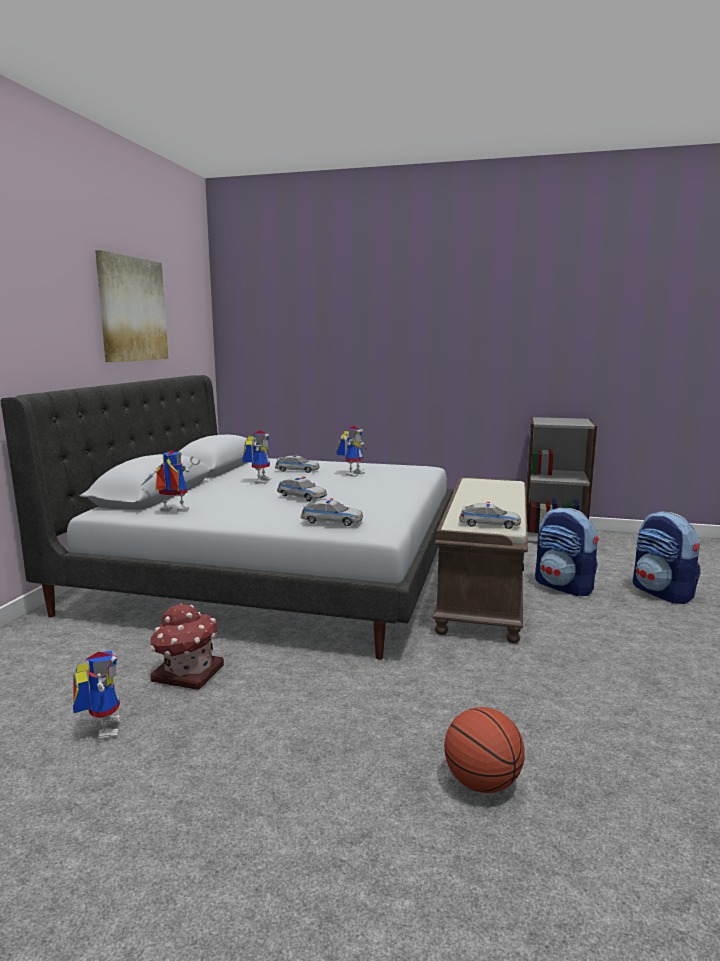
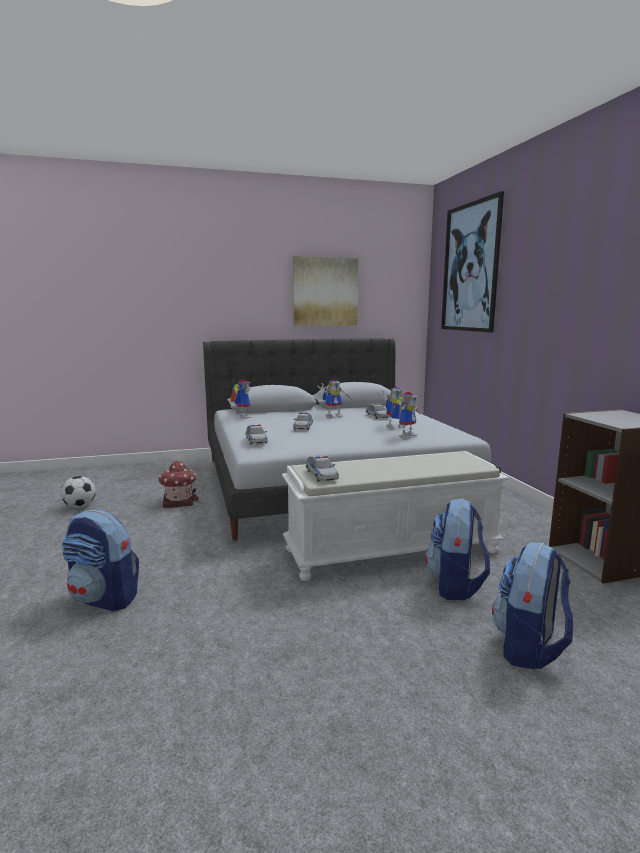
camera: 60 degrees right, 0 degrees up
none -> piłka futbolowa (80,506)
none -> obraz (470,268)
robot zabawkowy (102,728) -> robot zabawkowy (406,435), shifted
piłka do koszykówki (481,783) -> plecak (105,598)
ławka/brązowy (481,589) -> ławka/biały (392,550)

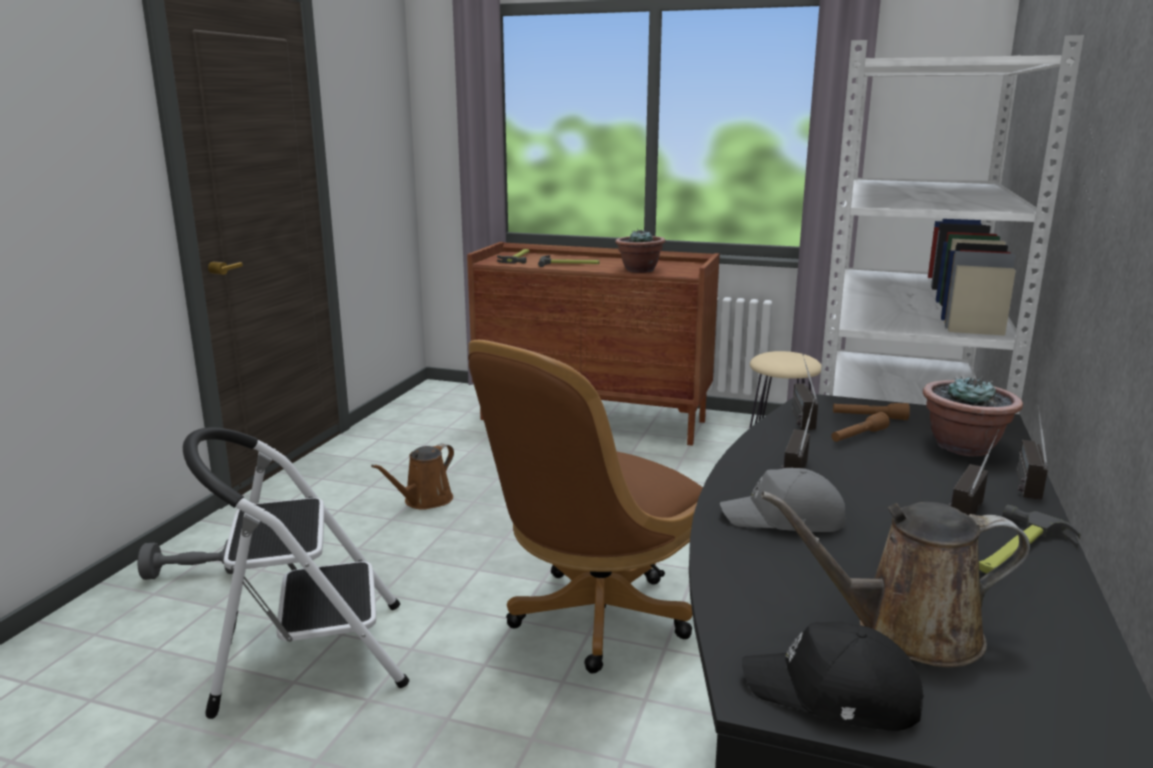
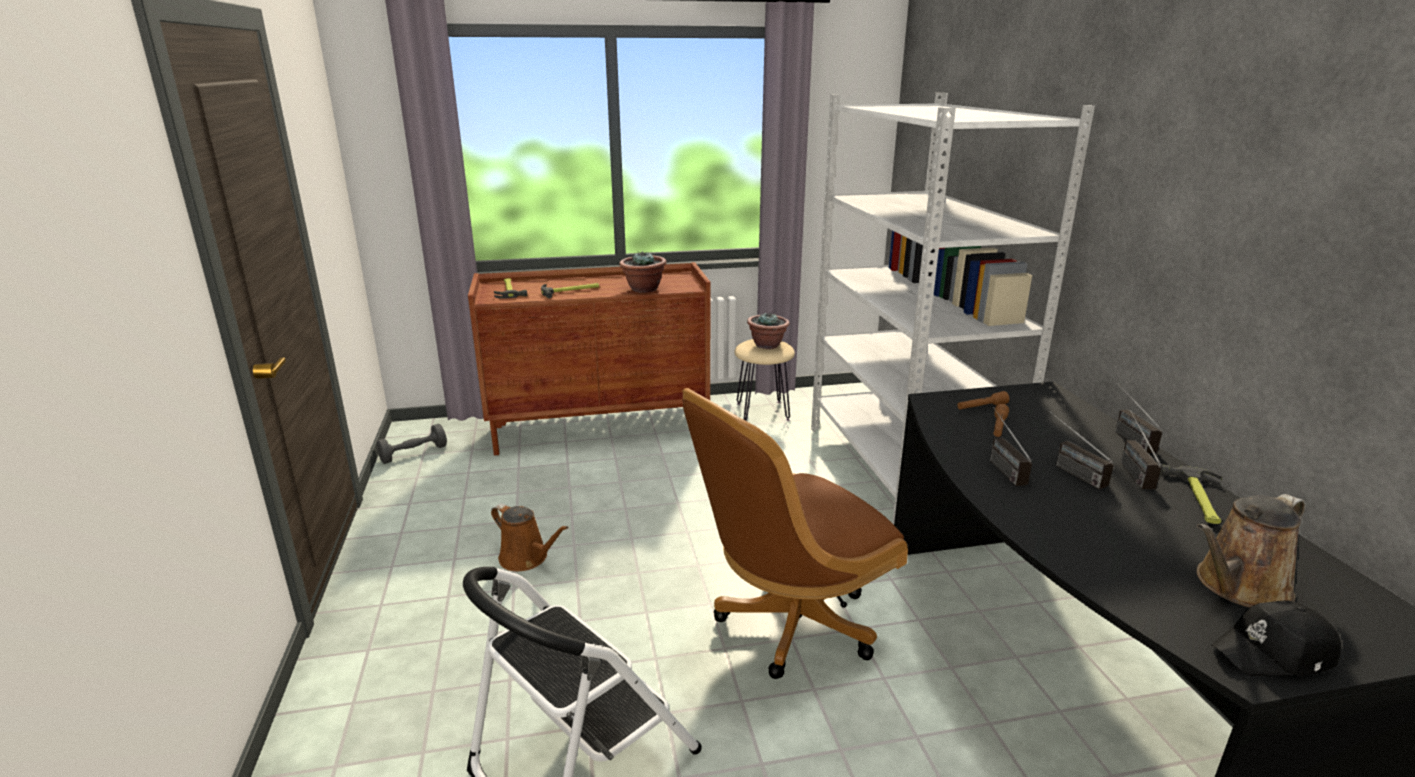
camera: 30 degrees left, 5 degrees up
czapka z daszkiem/szary (785,519) -> none
hantel/szary (194,574) -> hantel/szary (413,454), shifted
radio (799,414) -> radio (1068,470), shifted
roślina doniczkowa (964,447) -> roślina doniczkowa (767,345), shifted
konewka/brązowy (424,501) -> konewka/brązowy (527,558), 60 degrees counterclockwise
krzesło biurowe/brązowy (589,625) -> krzesło biurowe/brązowy (785,630), 45 degrees clockwise

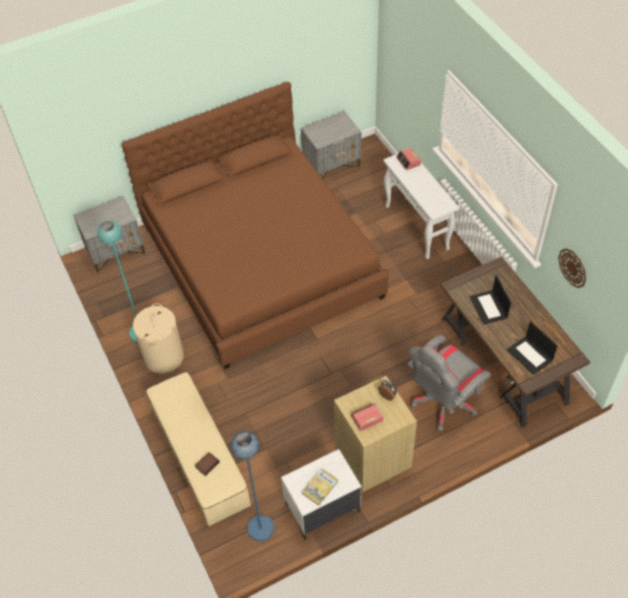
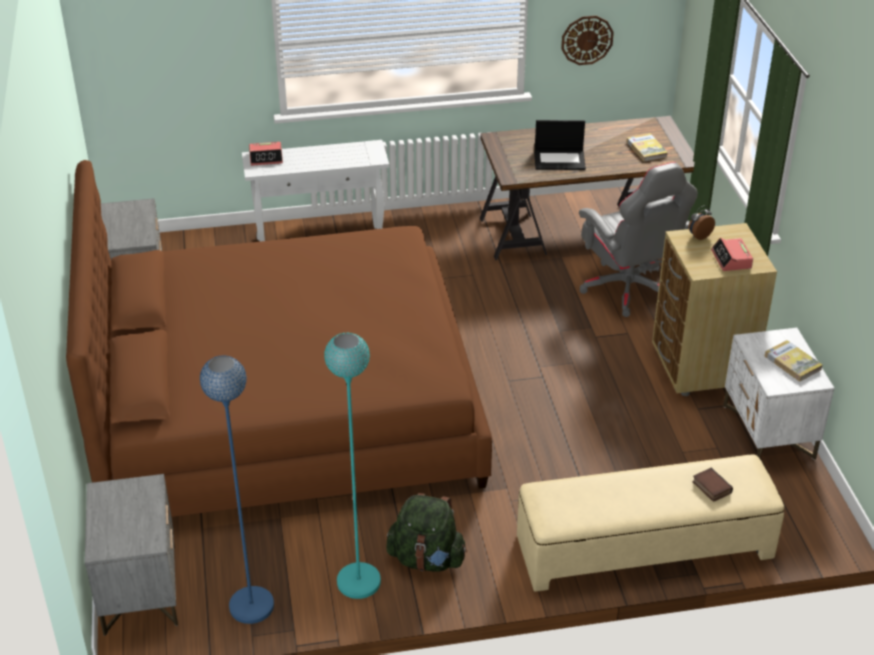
camera: 75 degrees left, 15 degrees down
lampa stojąca/niebieski (260,528) -> lampa stojąca/niebieski (251,606), shifted
kosz na pranie/beżowy (164,357) -> plecak/zielony (427,559)
laptop (530,355) -> książka (646,149)

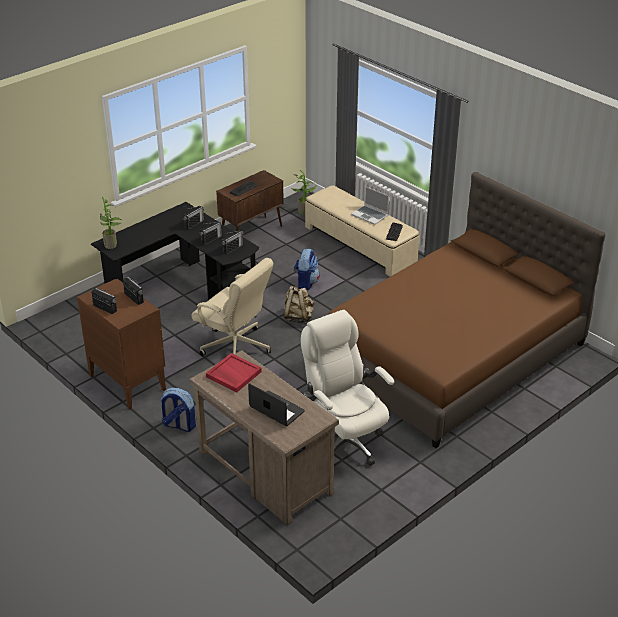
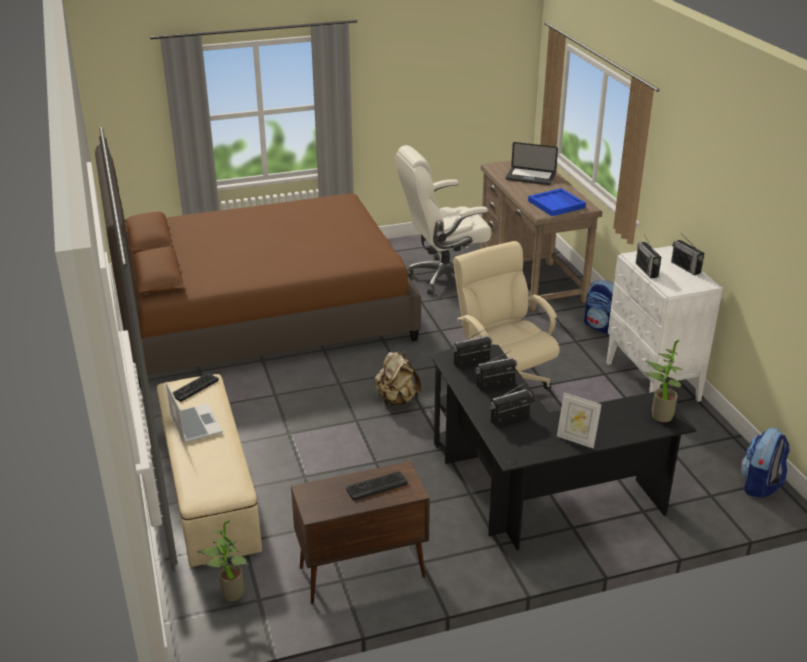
camera: 155 degrees left, 5 degrees down
none -> ramka na zdjęcie (576,440)
plecak (306,283) -> plecak (760,485), shifted
komoda/brązowy (128,381) -> komoda/biały (651,382)
taca/czerwony (233,374) -> taca/niebieski (557,204)
laptop (276,409) -> laptop (530,177), 45 degrees counterclockwise
krzesło biurowe/biały (344,443) -> krzesło biurowe/biały (443,277), 75 degrees clockwise

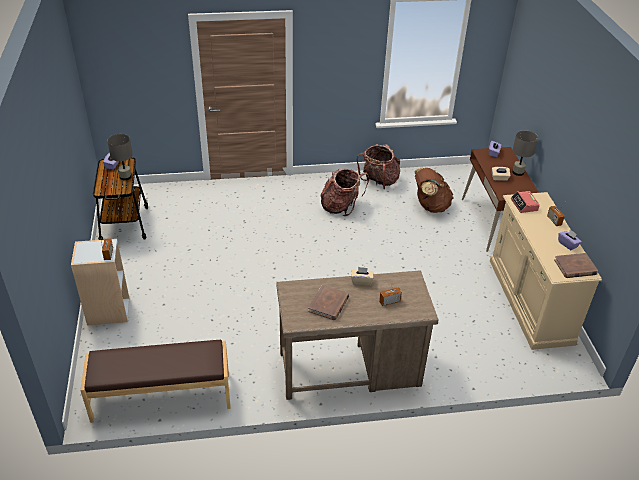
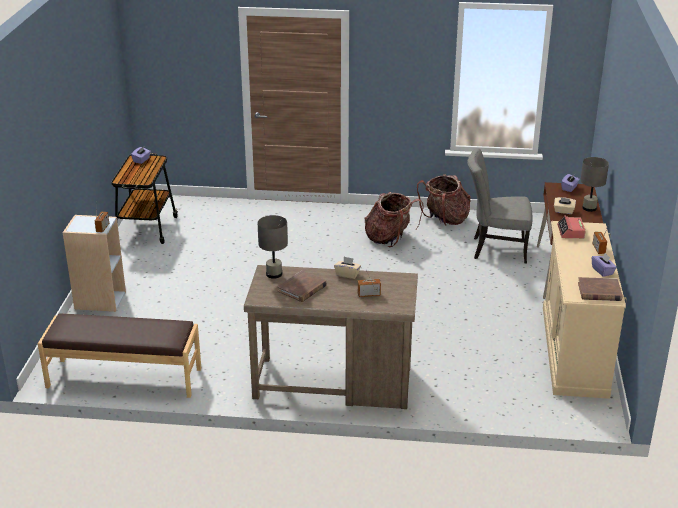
camera: 15 degrees right, 10 degrees down
lampa stołowa/szary (125,177) -> lampa stołowa/szary (273,274), shifted
plecak/brązowy (430,206) -> krzesło/szary (495,249)

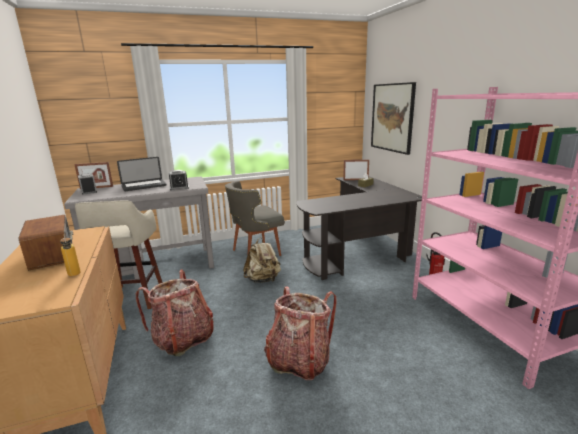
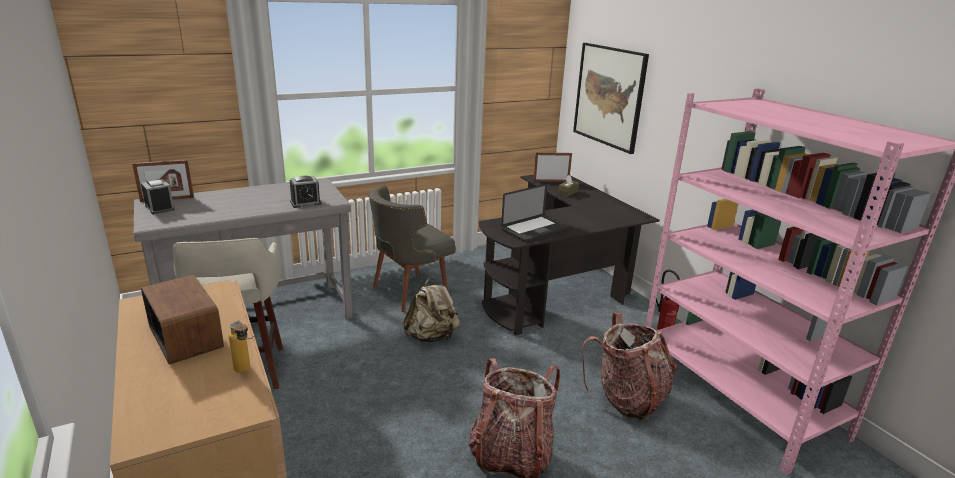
camera: 10 degrees left, 5 degrees up
laptop (144,186) -> laptop (534,230), shifted
plecak (182,339) -> plecak (627,399), shifted

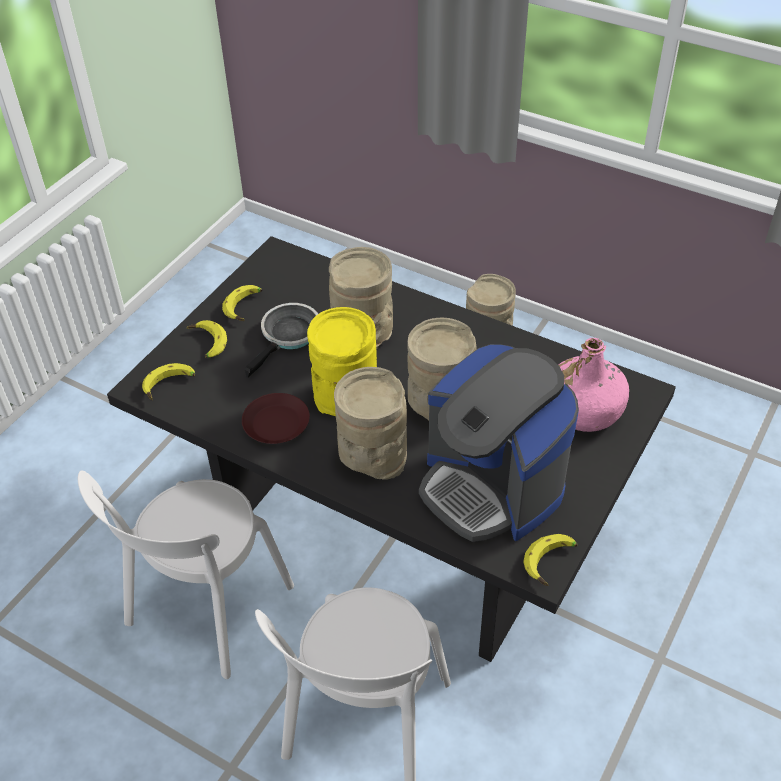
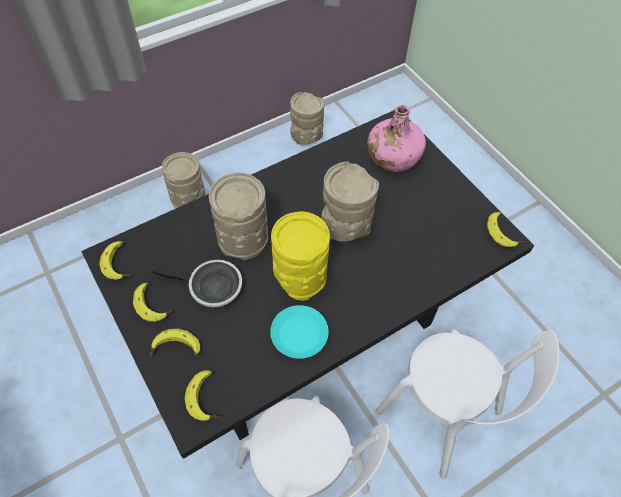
camera: 65 degrees left, 10 degrees up
ekspres do kawy (491,487) -> none
none -> banan (120,263)
wazon/beżowy (372,458) -> wazon/beżowy (306,137), shifted
talerz/brązowy (277,423) -> talerz/turkusowy (299,333)
patelnia (289,336) -> patelnia (211,287), 135 degrees clockwise

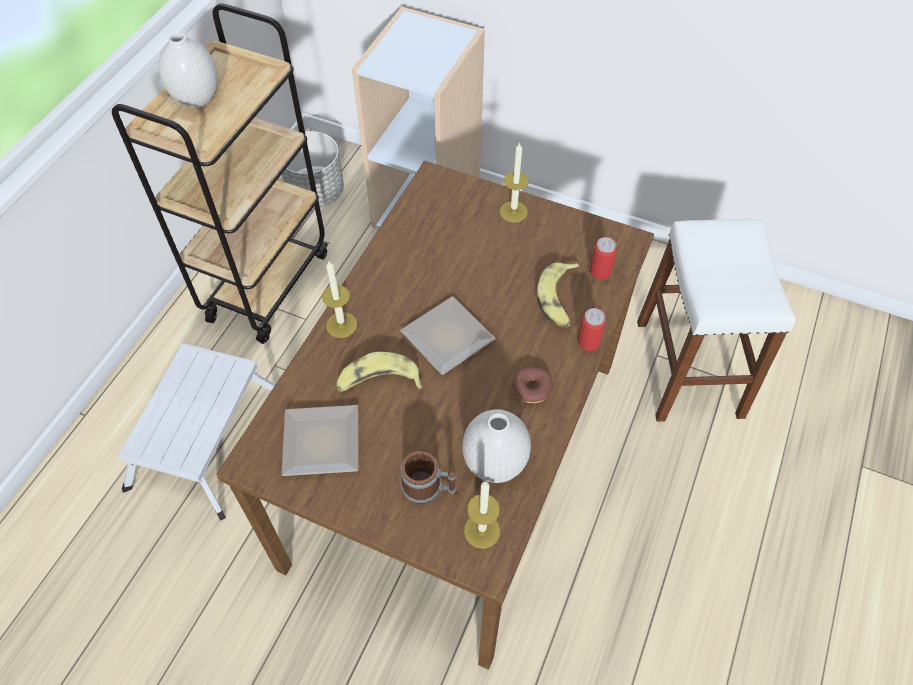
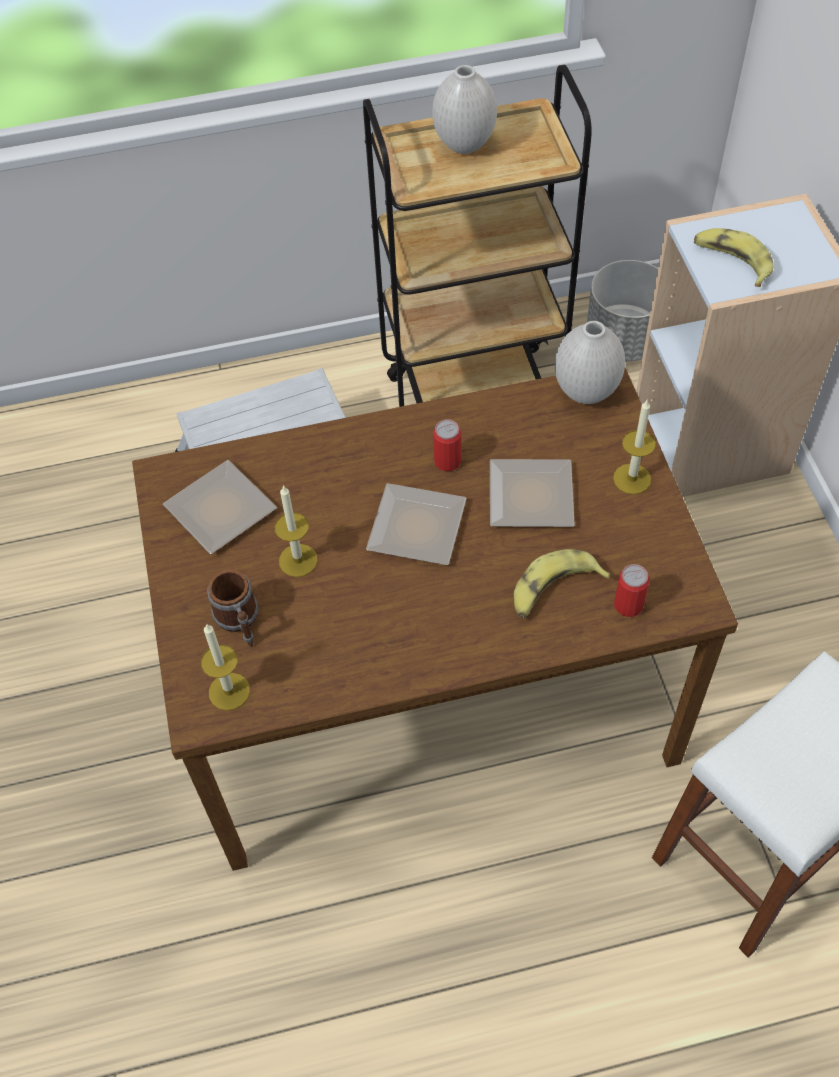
camera: 55 degrees right, 0 degrees up
donut (531,389) -> none
none -> talerz (533,499)
świeca (341,325) -> świeca (298,560), shifted
banan (378,381) -> banan (732,261), shifted
wazon/biały (494,464) -> wazon/biały (586,392), shifted
puszka (589,342) -> puszka (447,461), shifted

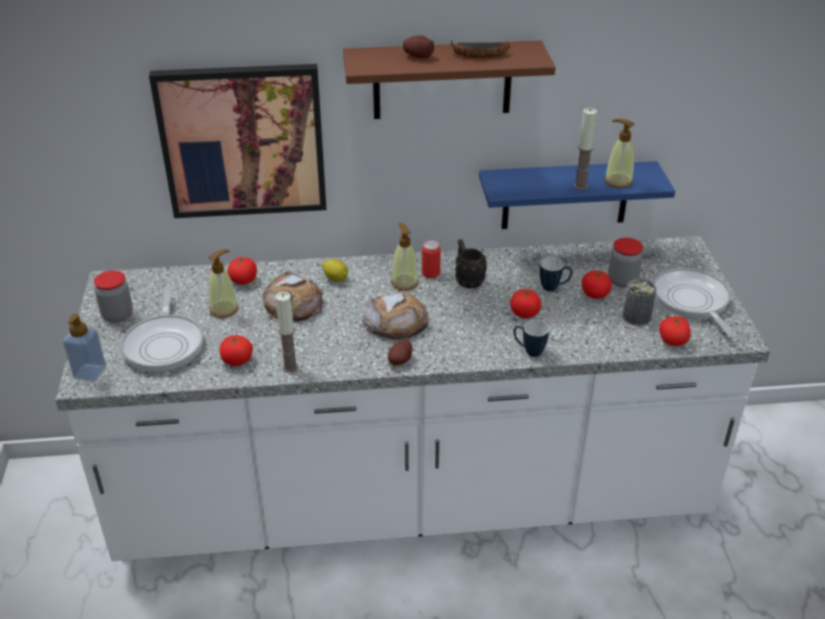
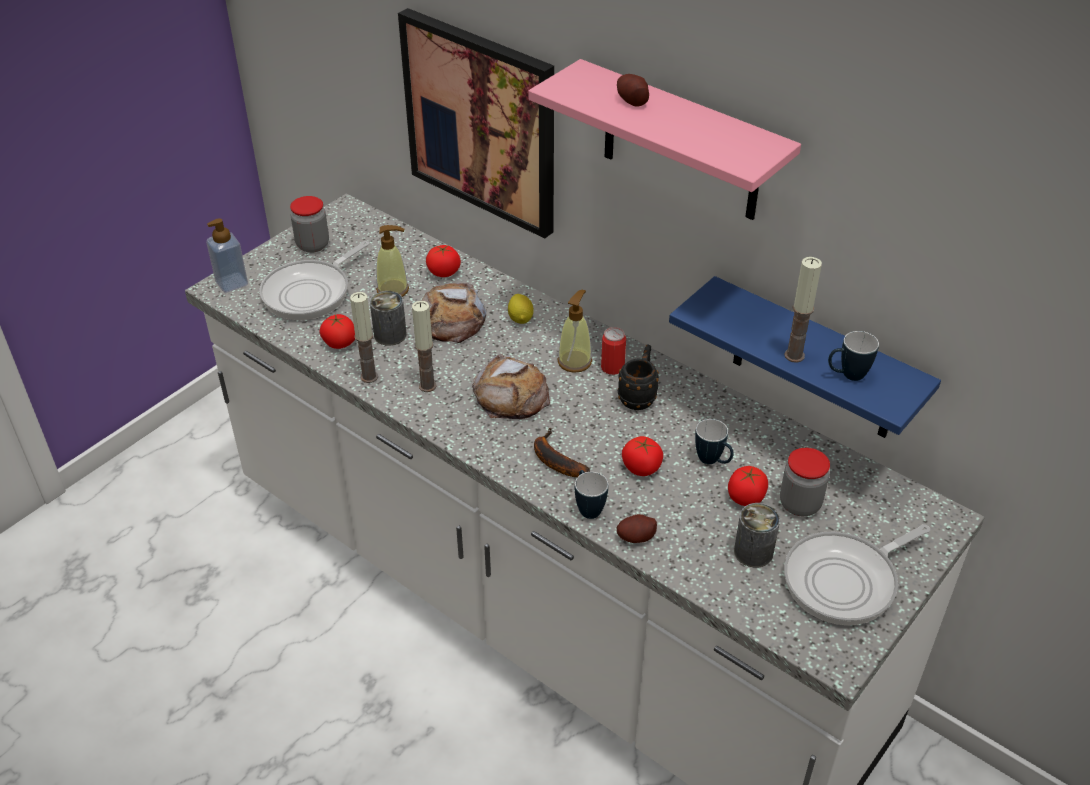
camera: 45 degrees right, 5 degrees up
pomidor (672,341) -> none
none -> puszka (390,334)
none -> świeca (427,386)
ziemniak (400,361) -> ziemniak (635,537), shifted
banan (475,54) -> banan (554,460), shifted
dozownik mydła (618,181) -> kubek (847,375)
półka/brązowy (442,80) -> półka/różowy (681,143)
patelnia (692,302) -> patelnia (845,581), 150 degrees counterclockwise

